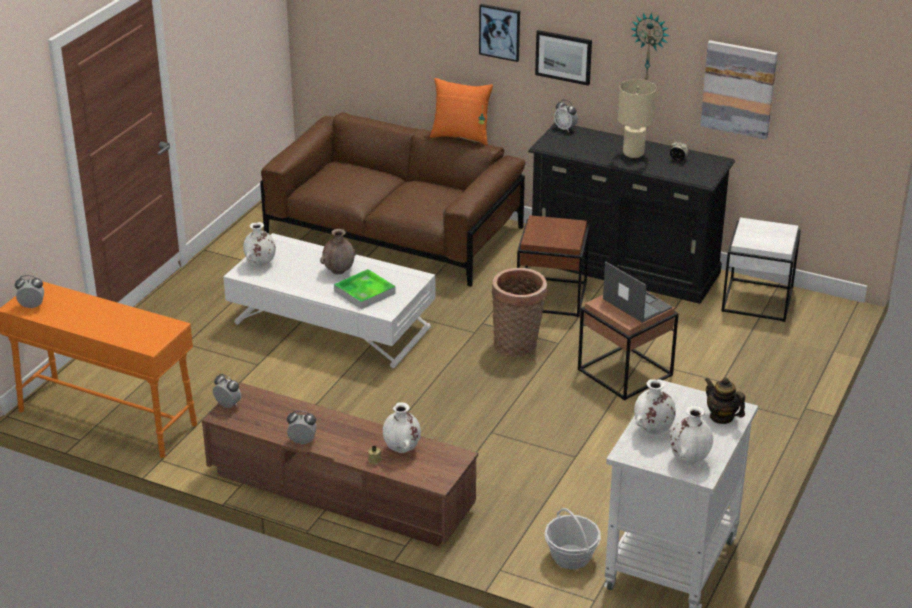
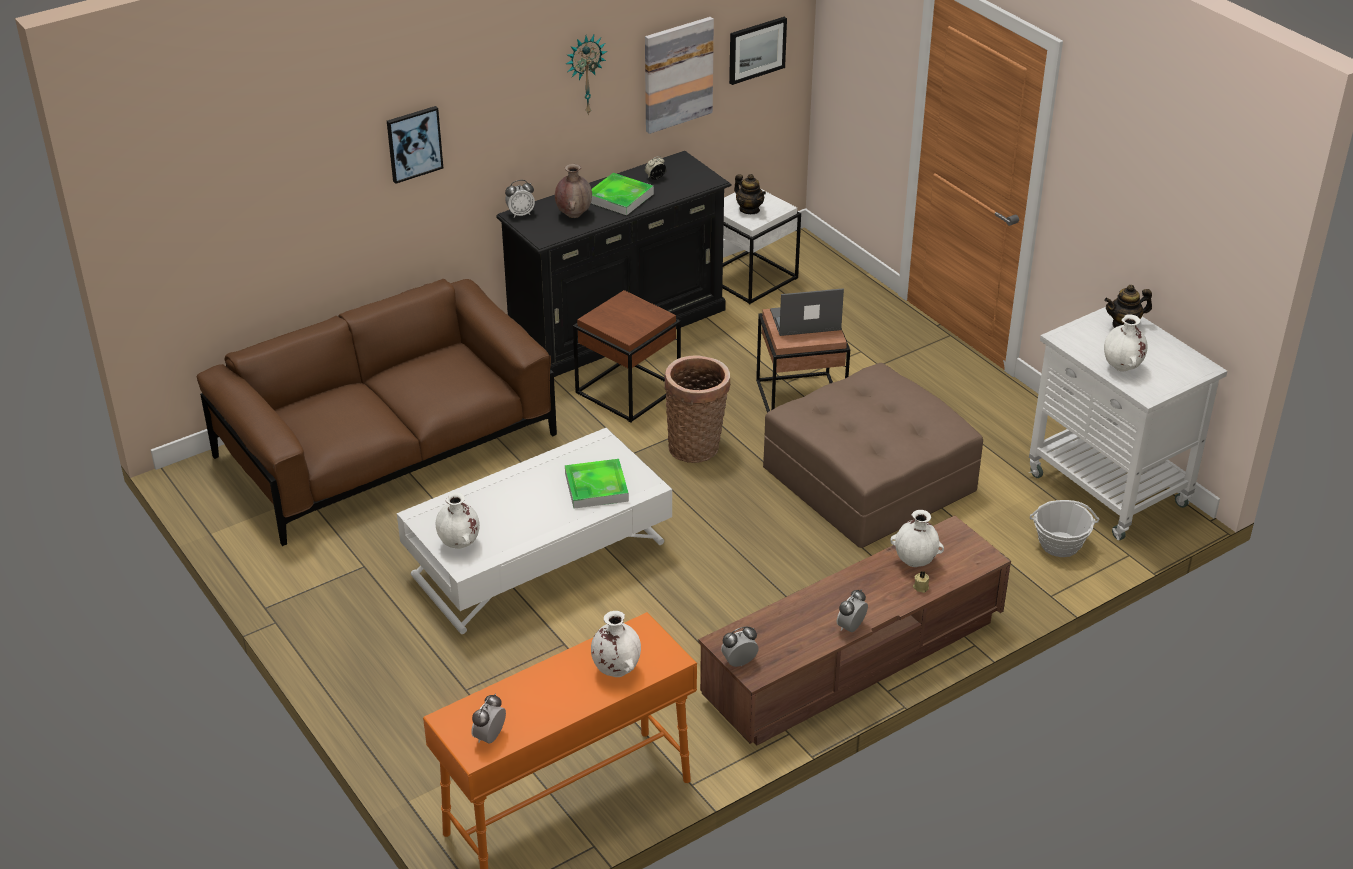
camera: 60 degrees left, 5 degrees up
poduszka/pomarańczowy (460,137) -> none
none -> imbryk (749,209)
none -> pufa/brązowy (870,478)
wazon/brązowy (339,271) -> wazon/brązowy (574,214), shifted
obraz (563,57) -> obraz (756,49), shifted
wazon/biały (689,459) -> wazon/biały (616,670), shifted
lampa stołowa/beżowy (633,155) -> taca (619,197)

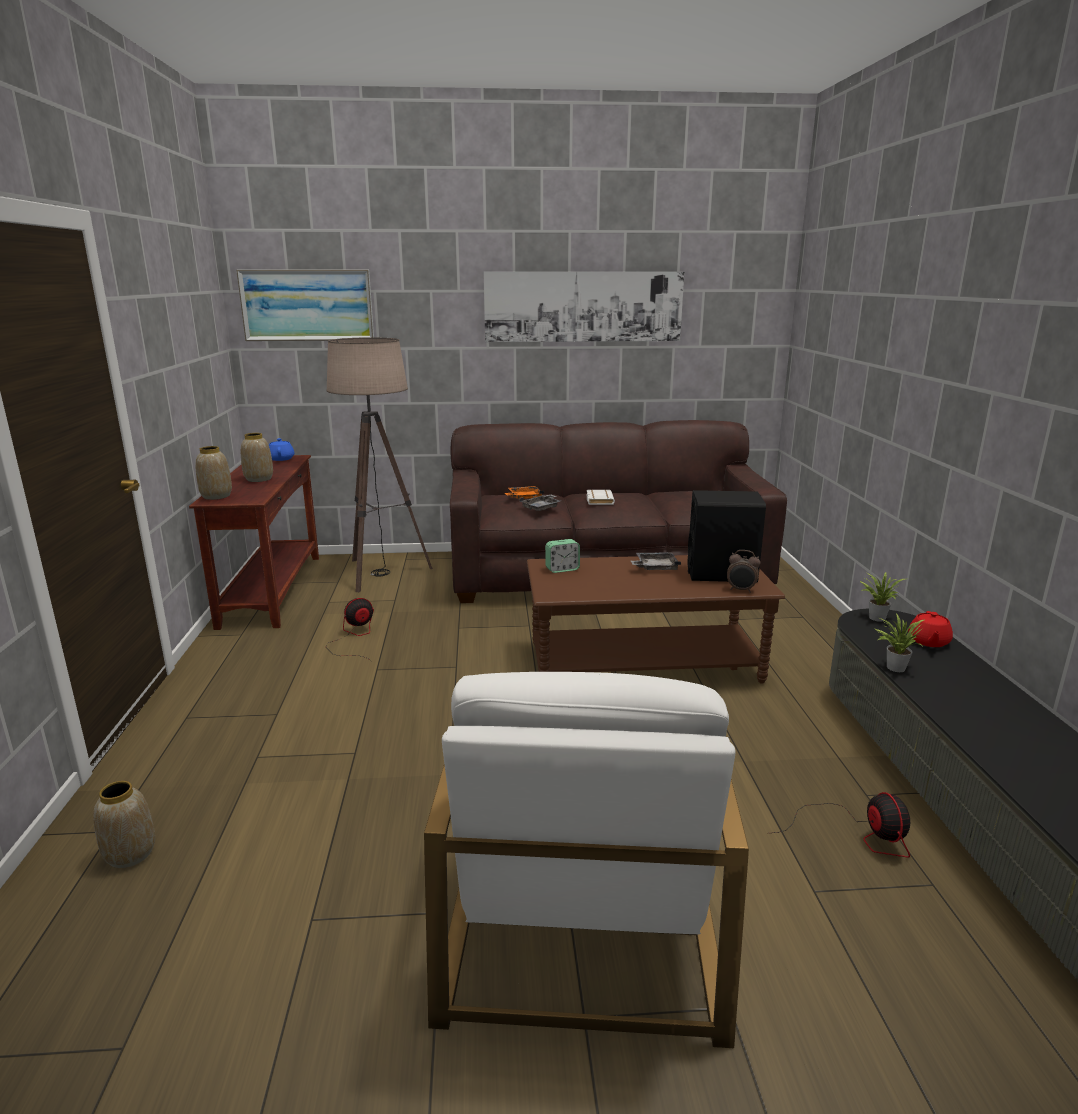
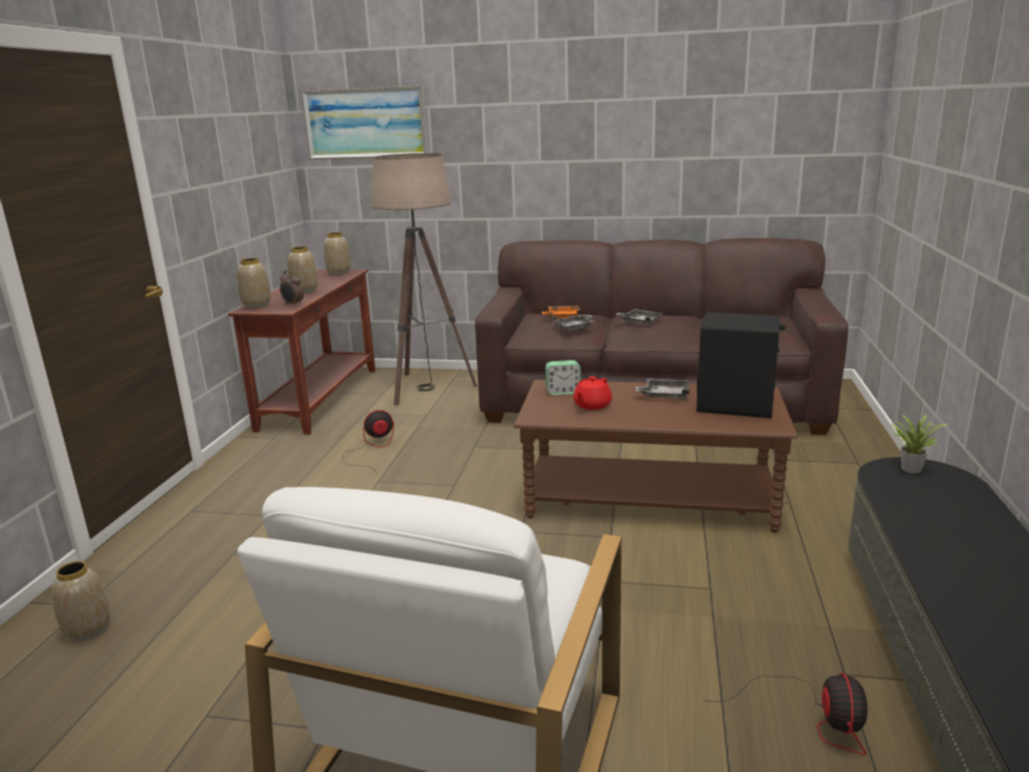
camera: 15 degrees right, 0 degrees up
obraz (583,306) -> none
roślina doniczkowa (893,667) -> none
budzik (741,590) -> budzik (293,305), shifted
imbryk/czerwony (928,641) -> imbryk/czerwony (591,405), shifted
imbryk/niebieski (281,459) -> wazon (339,273)
książka/biały (598,500) -> taca/szary (640,322)

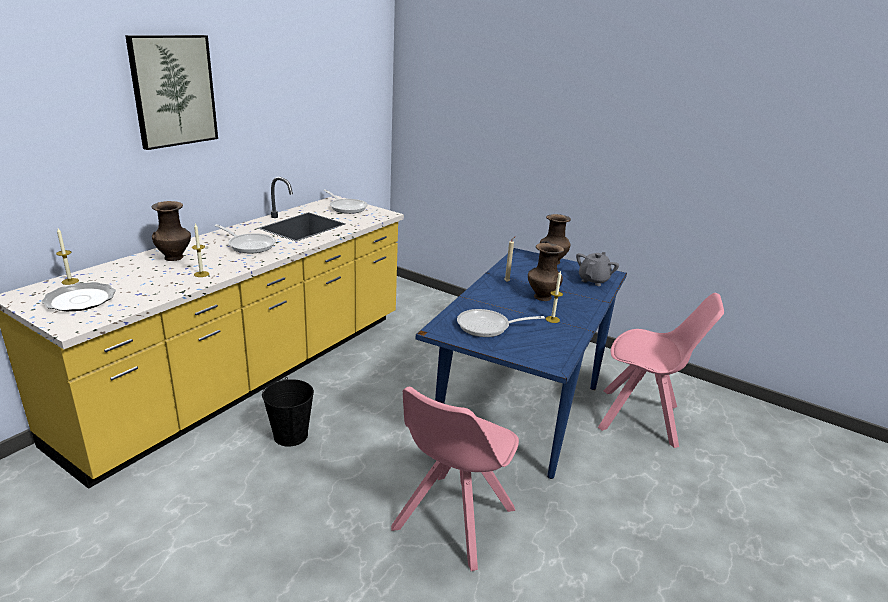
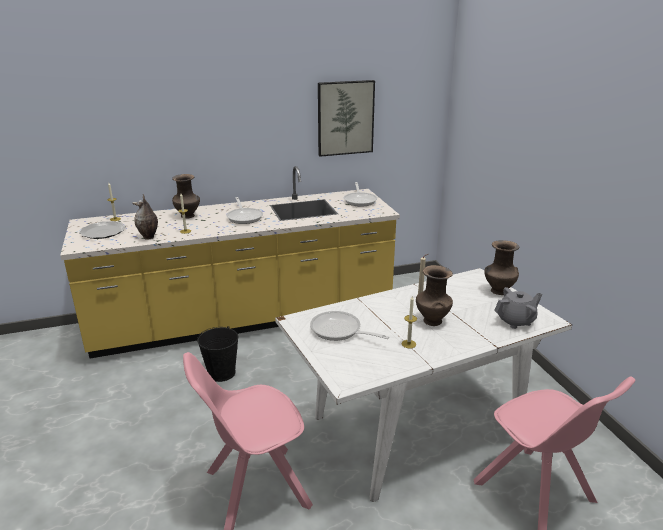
camera: 40 degrees right, 0 degrees up
none -> wazon (149,237)
obraz (173,91) -> obraz (345,118), shifted
stół jadalny/niebieski (519,411) -> stół jadalny/biały (413,429)

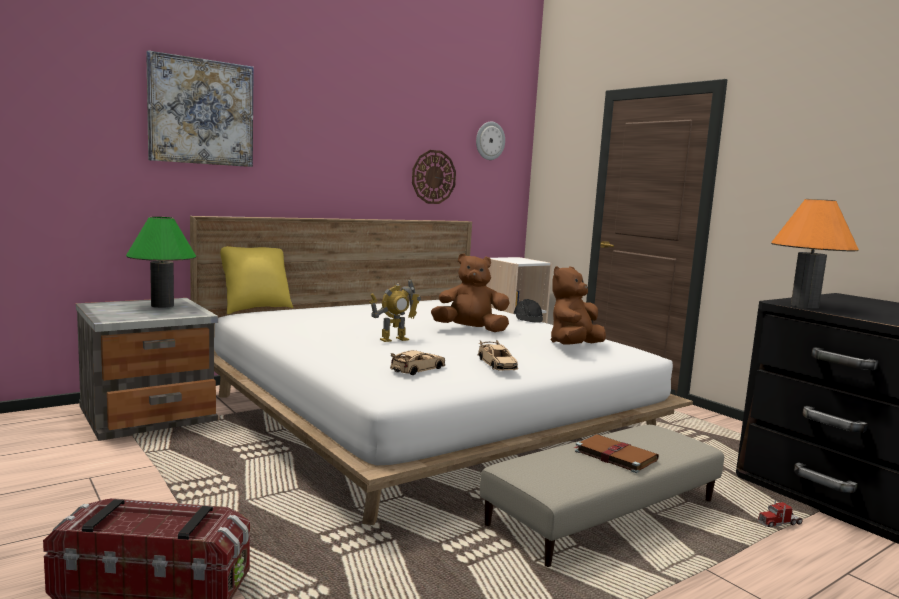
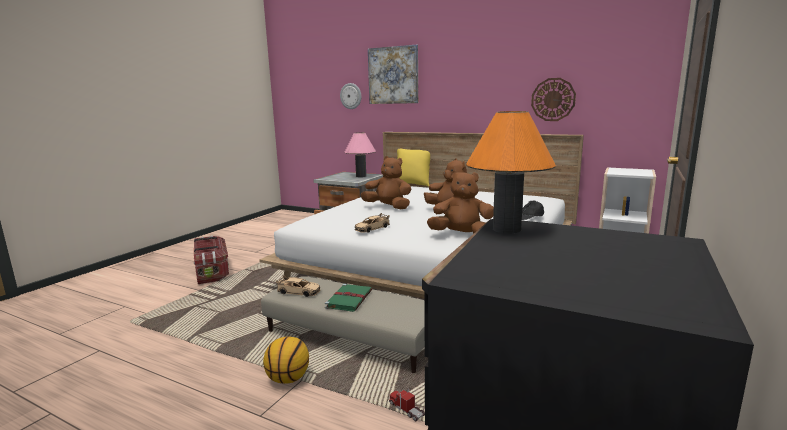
camera: 65 degrees right, 5 degrees up
none -> piłka do koszykówki (288,379)
samochodzik/beżowy (418,369) -> samochodzik/beżowy (298,292), shifted
zegar ścienny (489,141) -> zegar ścienny (351,96), shifted
robot zabawkowy (394,339) -> pluszak/brązowy (388,207)
lampa stołowa/zielony (162,305) -> lampa stołowa/różowy (361,176)
książka/brązowy (614,455) -> książka/zielony (349,299)

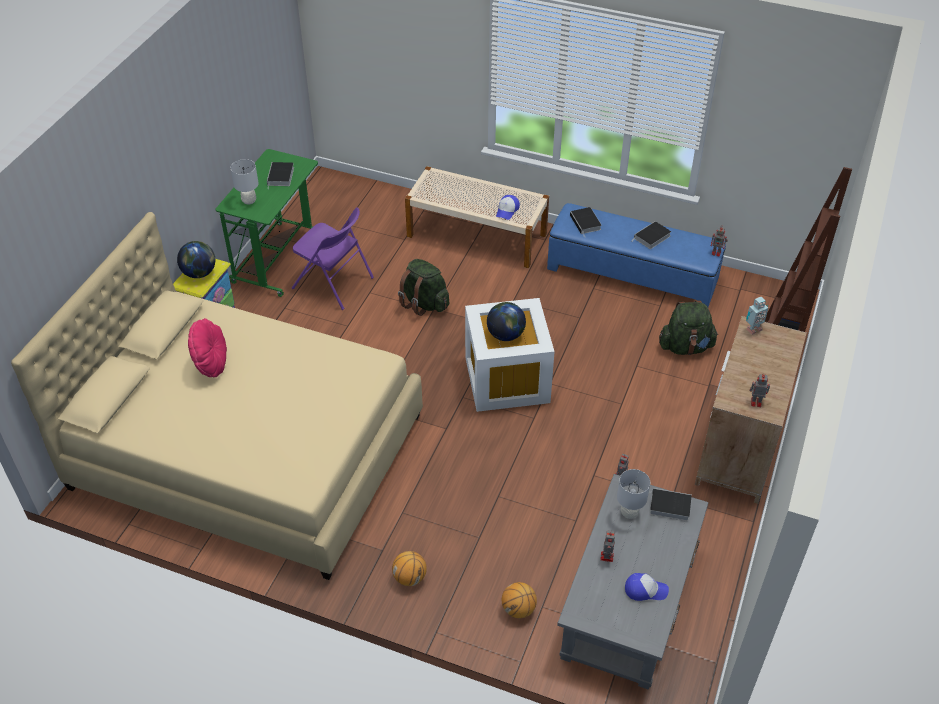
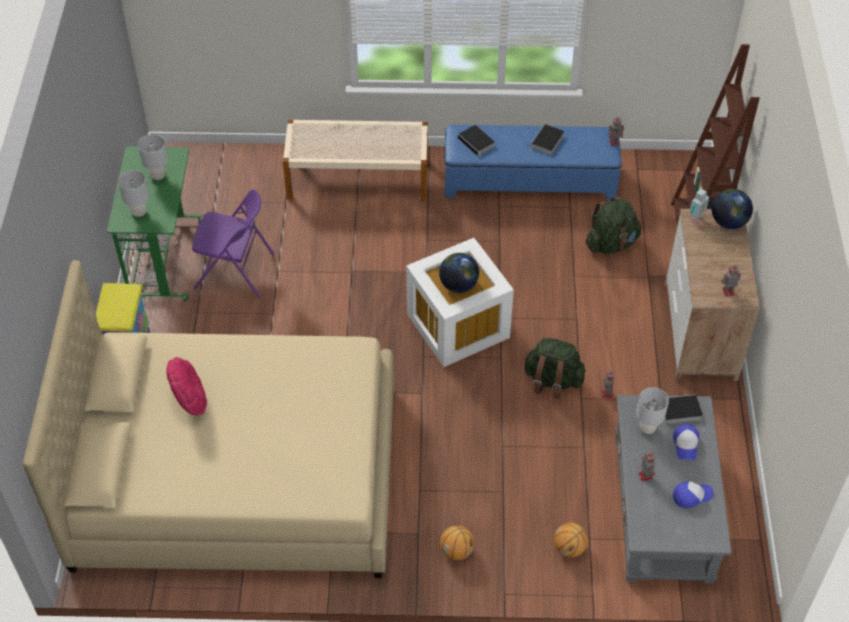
camera: 20 degrees left, 5 degrees up
globus (199,273) -> globus (729,222), shifted
plecak/zielony (424,303) -> plecak/zielony (552,381), shifted
czapka z daszkiem (507,210) -> czapka z daszkiem (686,444), shifted
książka (281,177) -> lampa stołowa/szary (158,176)

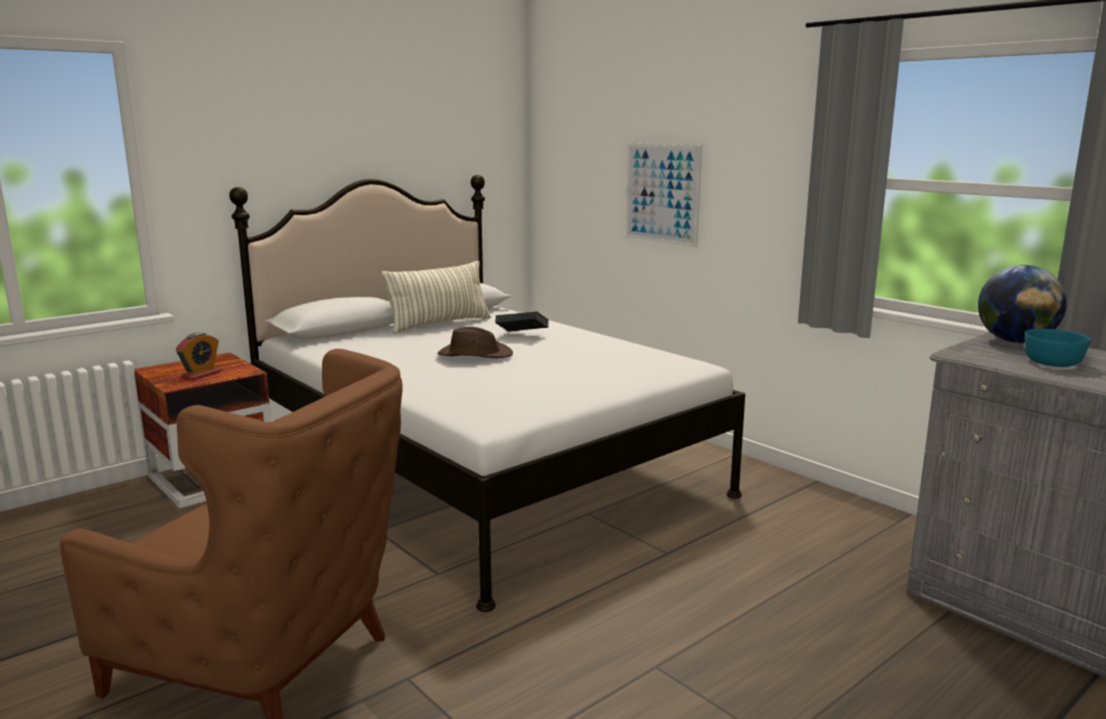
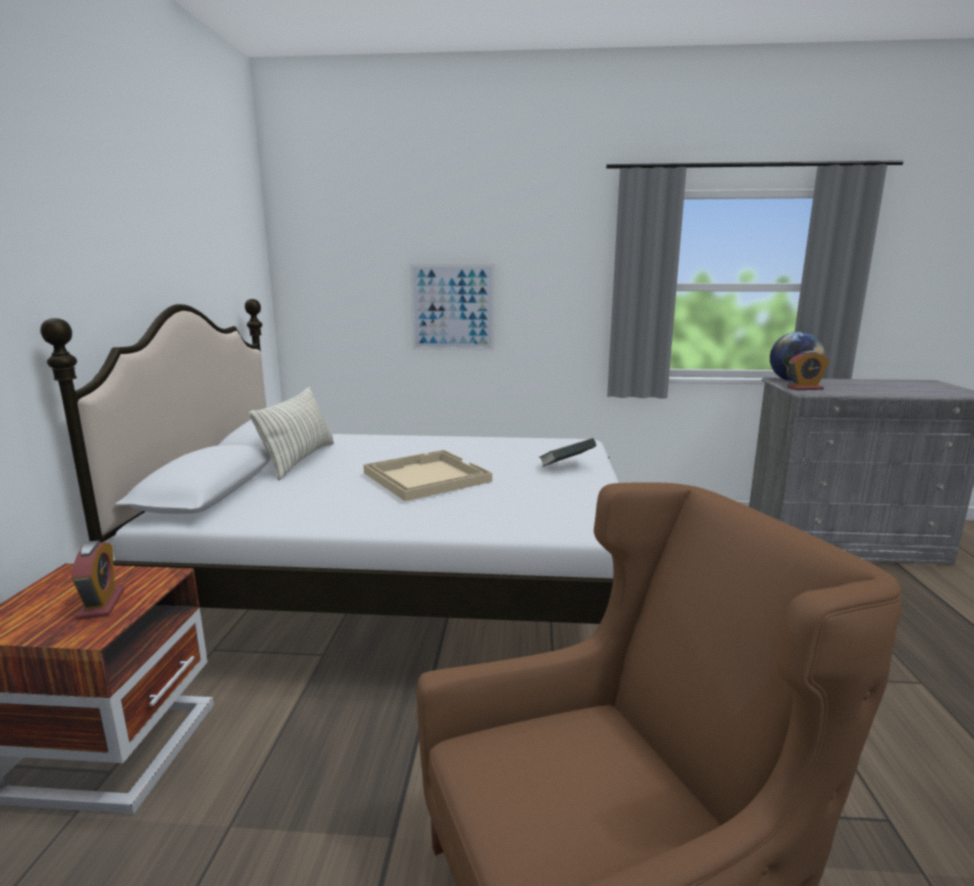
camera: 45 degrees left, 0 degrees up
miska/turkusowy (1053,362) -> none
none -> budzik (805,388)
książka (522,336) -> książka (566,467), shifted
kapelusz/brązowy (474,355) -> taca/beżowy (425,477)

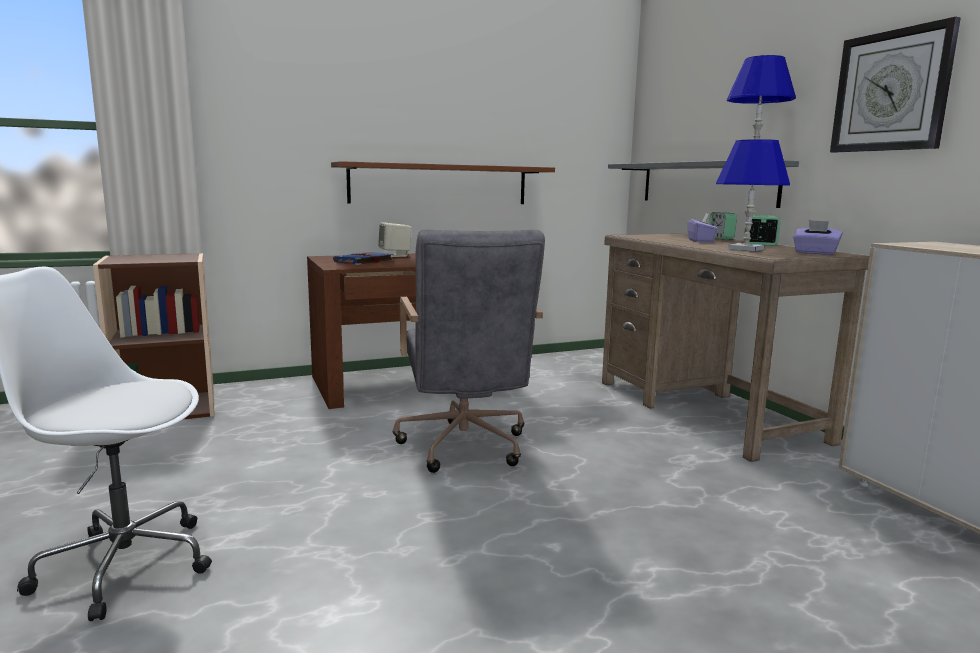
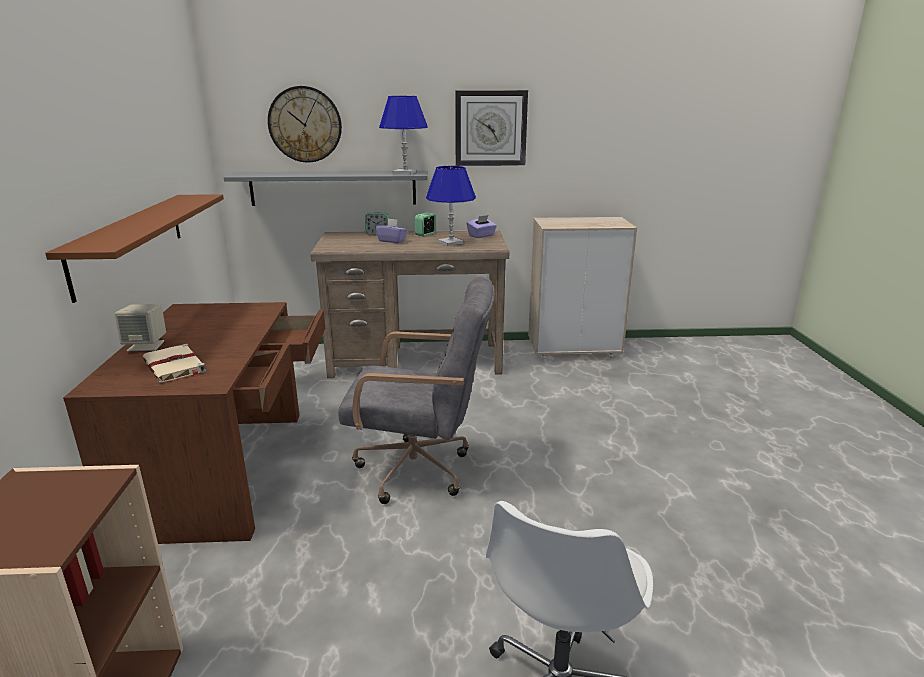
camera: 70 degrees left, 10 degrees up
none -> zegar ścienny (305,124)
książka/niebieski (363,261) -> książka/beżowy (174,366)

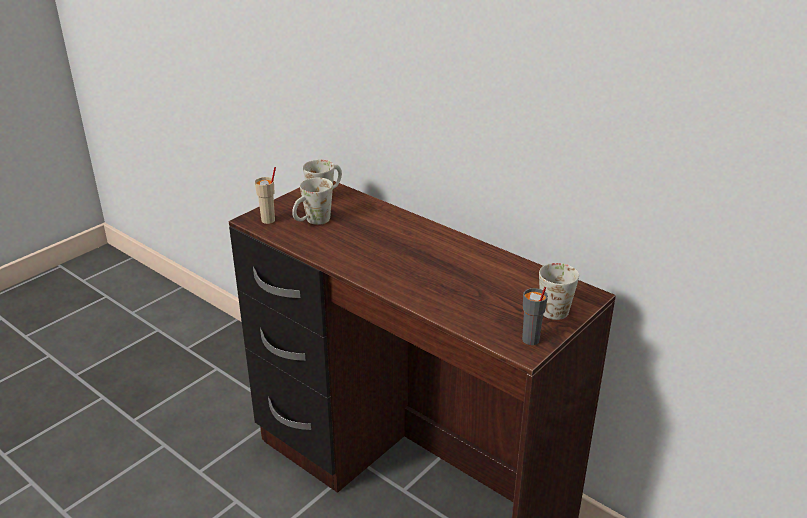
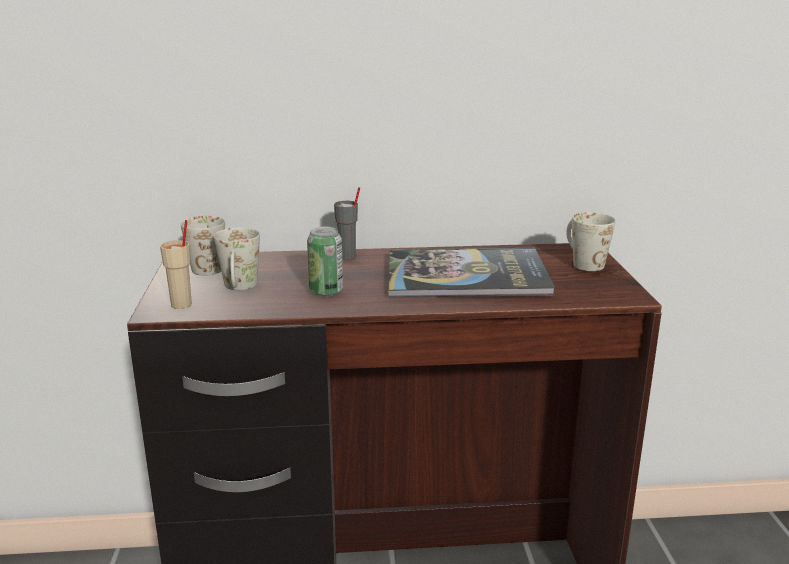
camera: 45 degrees left, 10 degrees down
none -> puszka (326,291)
none -> książka (466,275)
filiżanka/szary (530,340) -> filiżanka/szary (347,256), shifted

